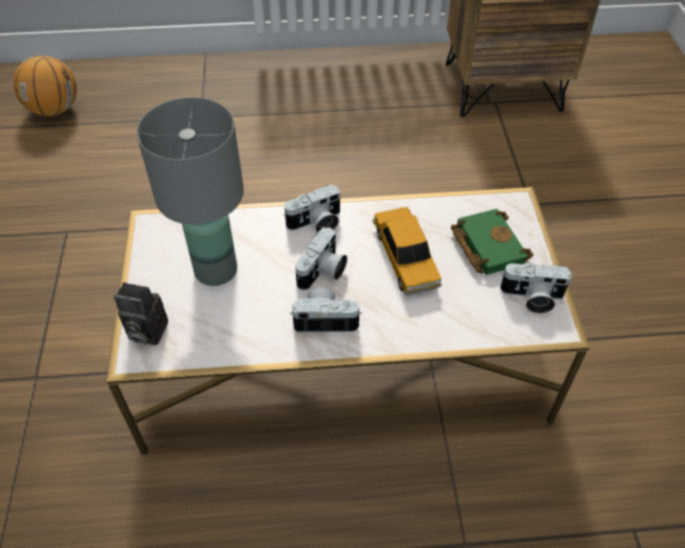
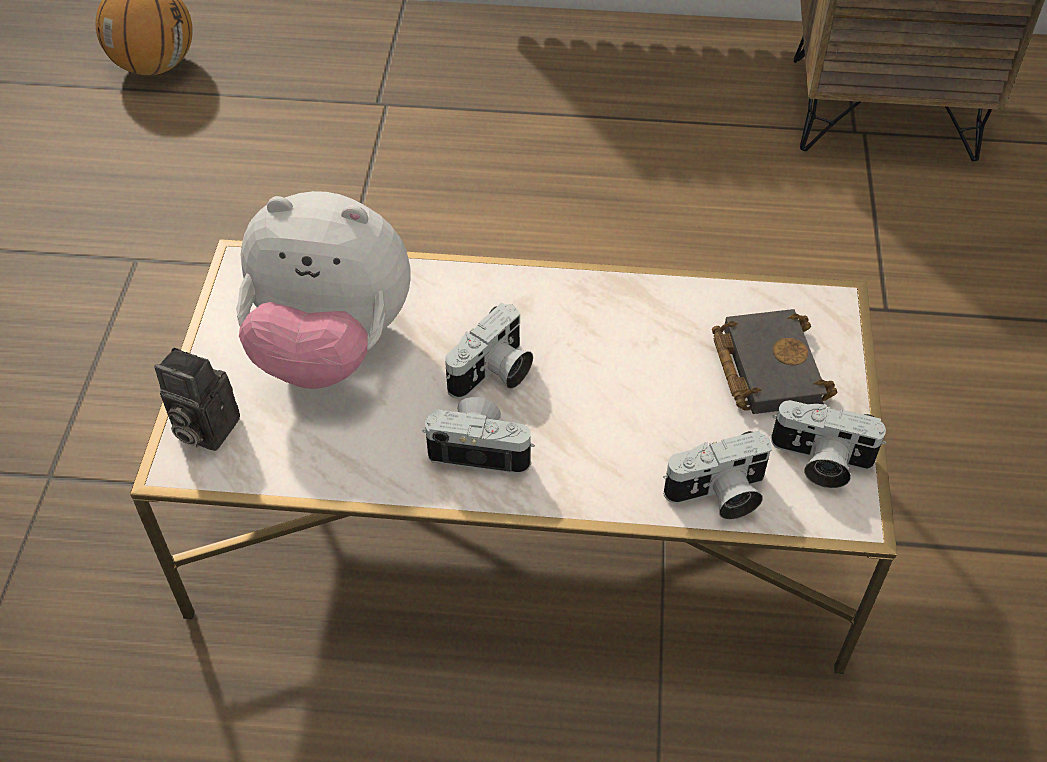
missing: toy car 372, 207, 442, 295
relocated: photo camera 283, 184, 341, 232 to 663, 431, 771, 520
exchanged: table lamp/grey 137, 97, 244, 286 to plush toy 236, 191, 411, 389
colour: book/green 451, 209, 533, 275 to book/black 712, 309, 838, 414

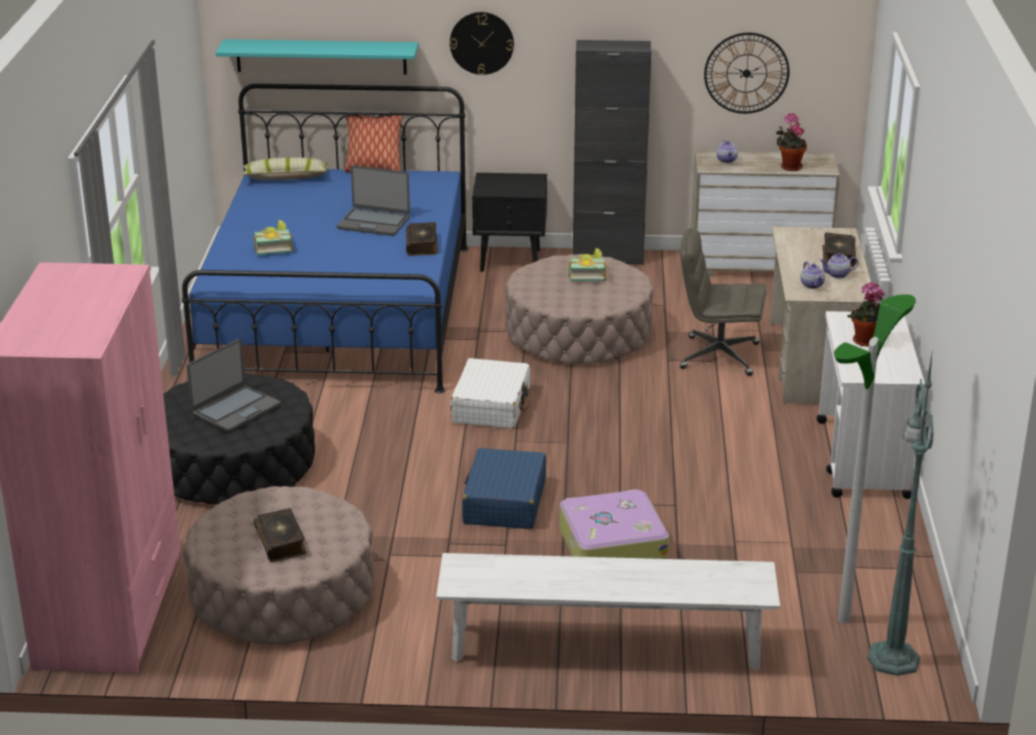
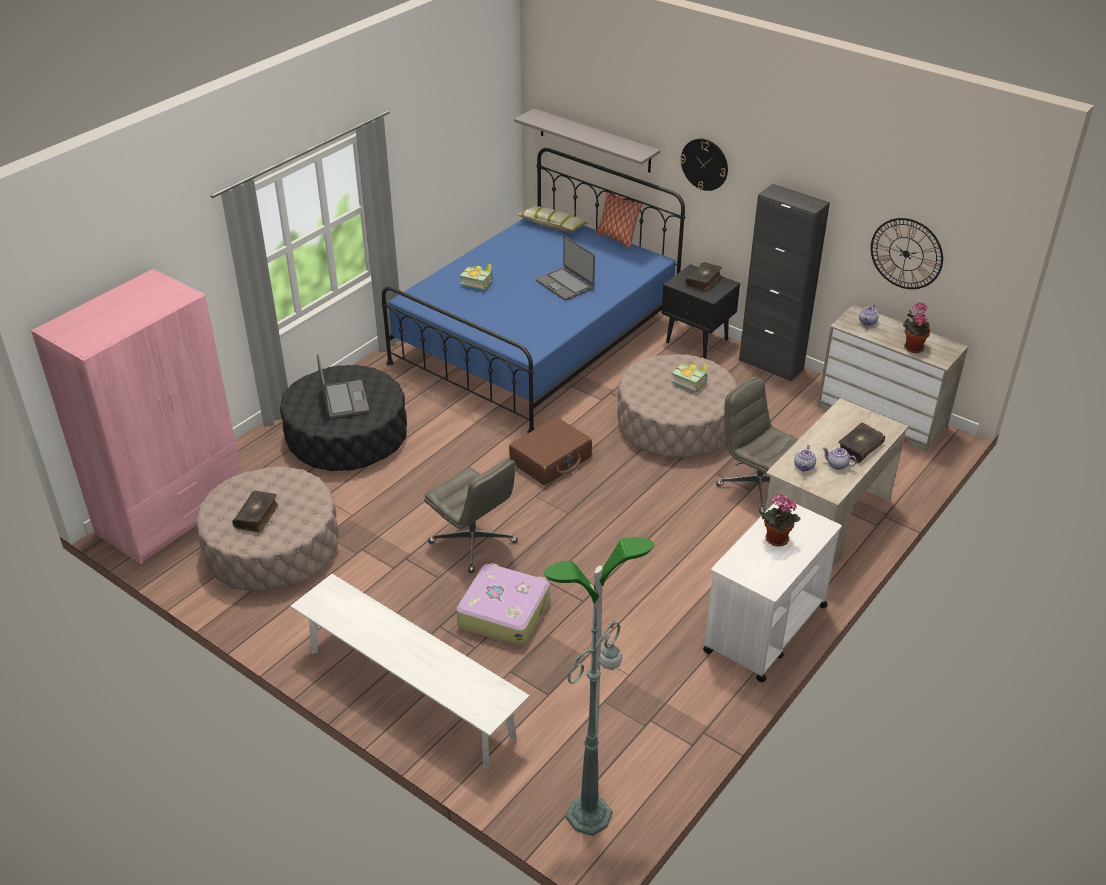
relocated: book 406, 222, 438, 256 to 685, 262, 722, 292
exchanged: suitcase/blue 462, 448, 546, 529 to office chair/grey 424, 458, 518, 573
colour: shelf/turquoise 215, 39, 418, 75 to shelf/grey 514, 109, 660, 173; suitcase/white 451, 358, 530, 429 to suitcase/brown 509, 417, 592, 485
spun: laptop 187, 339, 281, 432 = 317, 354, 369, 418 90 degrees counterclockwise

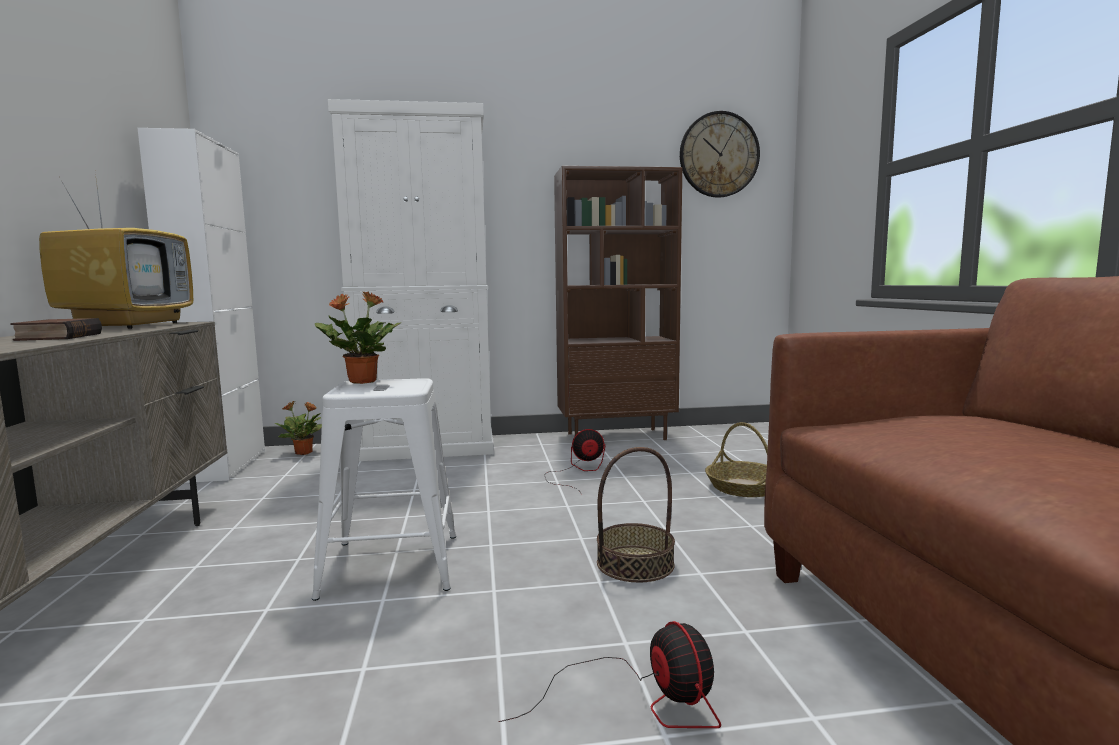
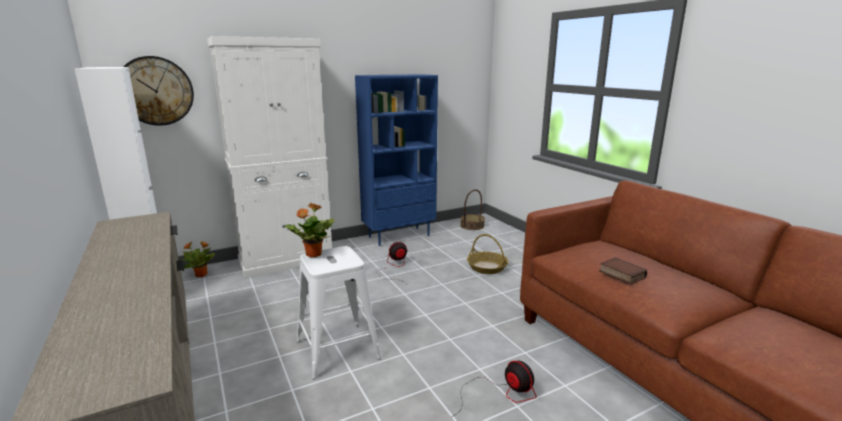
missing: television 39, 173, 193, 329
relocated: wall clock 680, 111, 760, 198 to 123, 56, 194, 126; book 10, 318, 102, 341 to 599, 258, 647, 285; basket 597, 447, 675, 583 to 460, 189, 485, 230
colour: bookcase/brown 554, 166, 683, 440 to bookcase/blue 355, 74, 438, 246

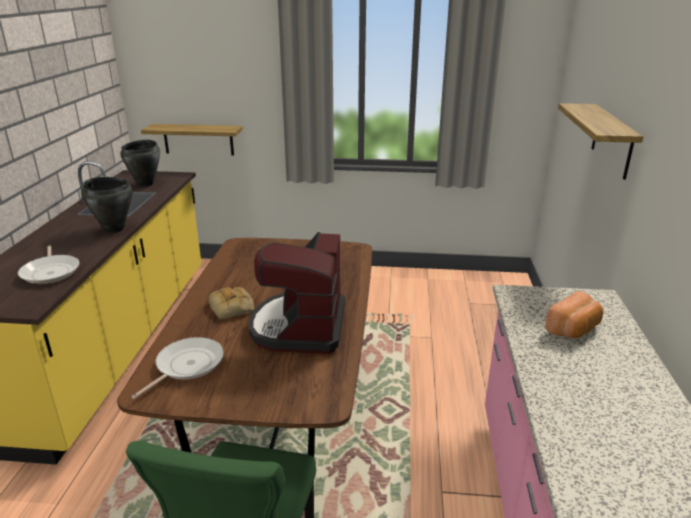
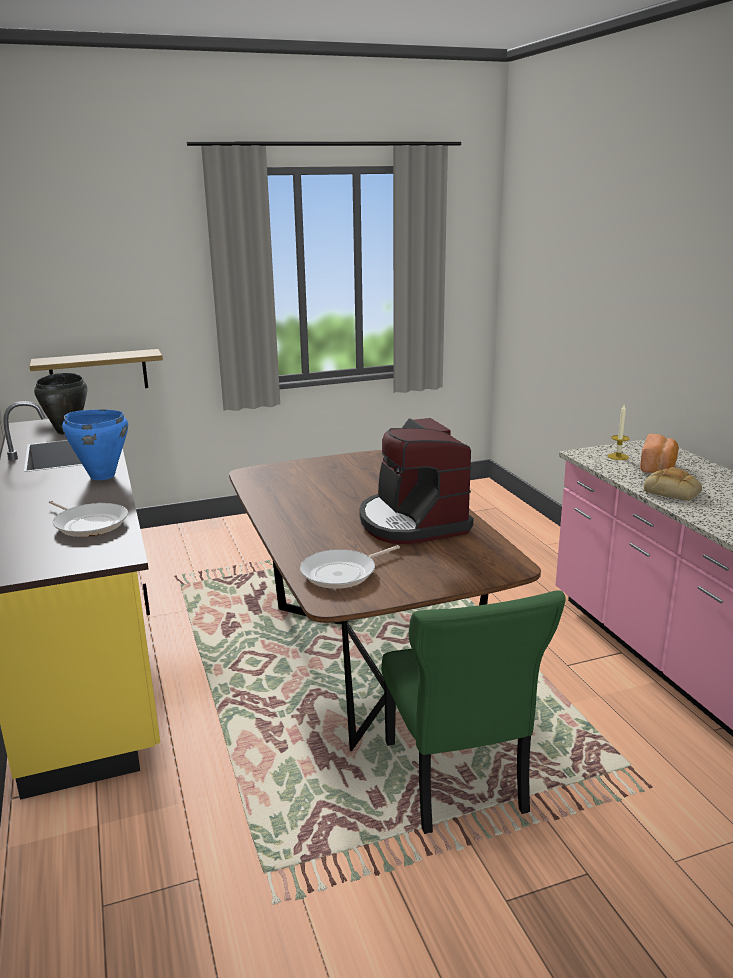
missing: shelf 558, 103, 643, 180
appeared: candle 608, 405, 630, 460
relocated: bread 209, 287, 254, 319 to 644, 467, 702, 501
colour: cooking pot/black 81, 177, 132, 233 to cooking pot/blue 62, 410, 128, 480
spun: frying pan 131, 337, 224, 399 = 300, 545, 400, 589 135 degrees counterclockwise

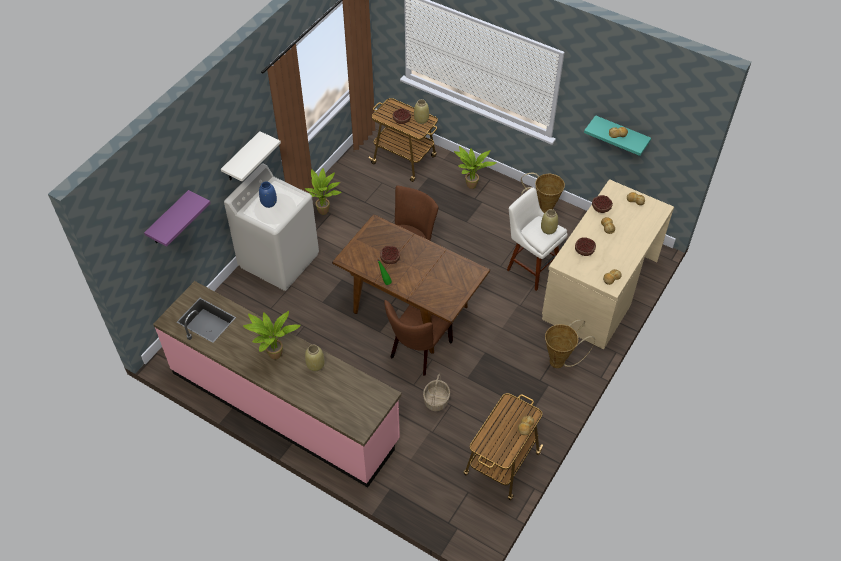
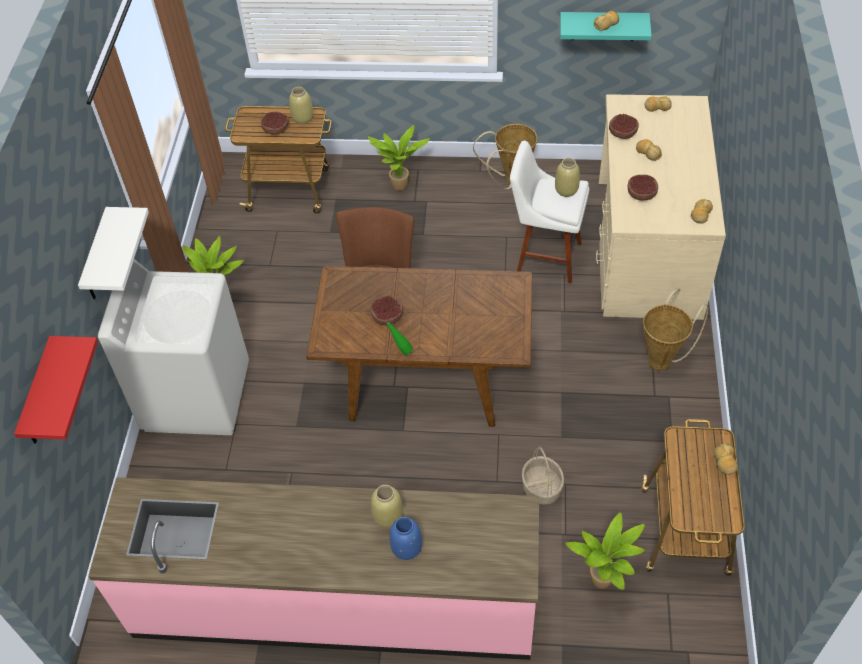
missing: chair/brown 384, 300, 453, 376
relocated: vase/blue 259, 181, 277, 208 to 390, 517, 422, 560; potted plant 243, 311, 301, 360 to 565, 512, 645, 590
colour: shelf/purple 144, 190, 211, 247 to shelf/red 14, 336, 98, 444

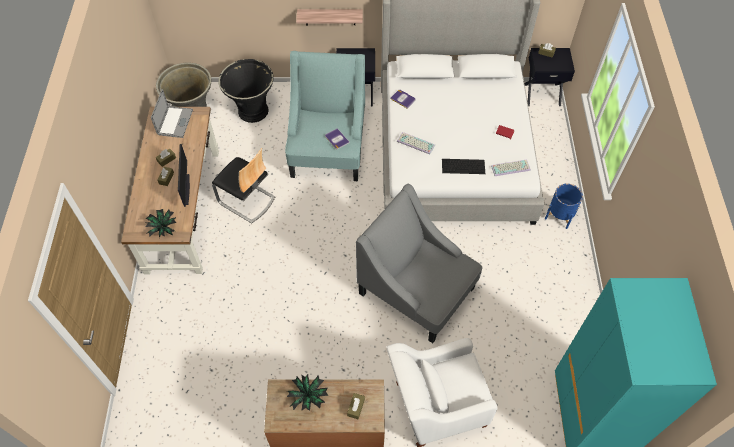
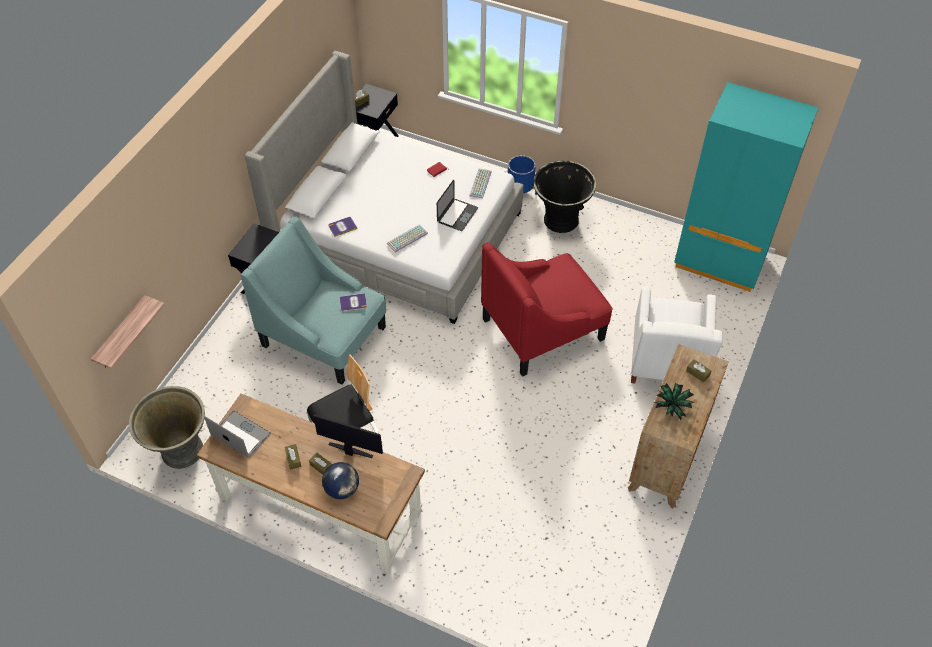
missing: potted plant 145, 209, 176, 238
appeared: globe 322, 462, 359, 499
relocated: shelf 296, 9, 363, 25 to 91, 295, 165, 369; planter/black 219, 59, 274, 123 to 534, 160, 596, 233
exchanged: keyboard 442, 159, 485, 174 to laptop 437, 180, 478, 231
colour: armchair/grey 356, 183, 482, 343 to armchair/red 481, 242, 613, 377

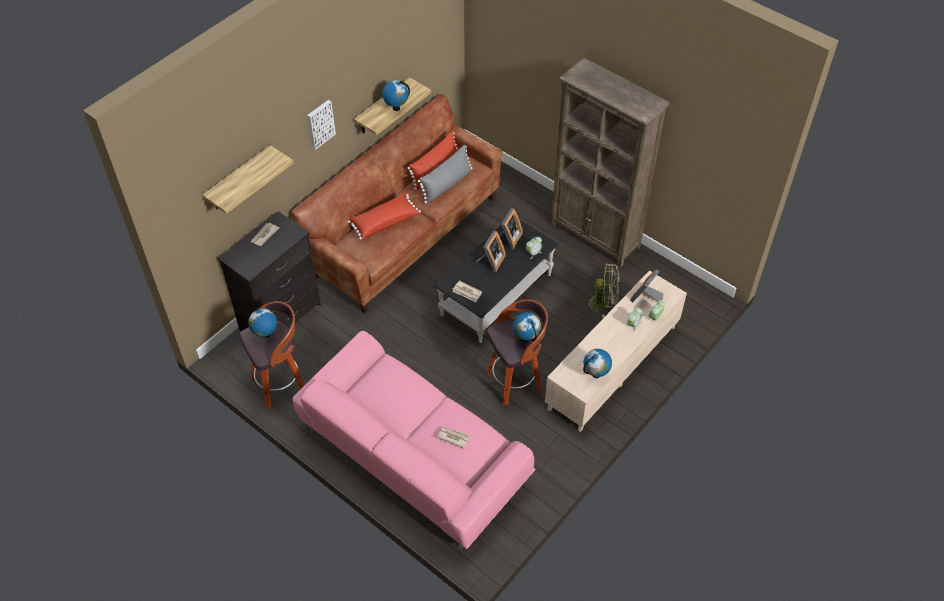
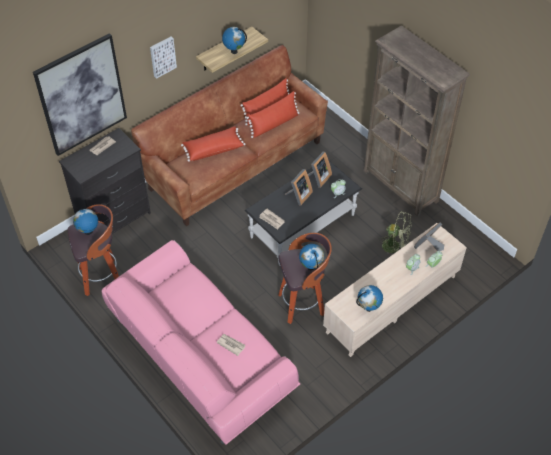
exchanged: shelf 202, 145, 294, 214 to picture 33, 33, 127, 156
colour: pillow/grey 418, 145, 473, 204 to pillow/red 247, 91, 299, 138

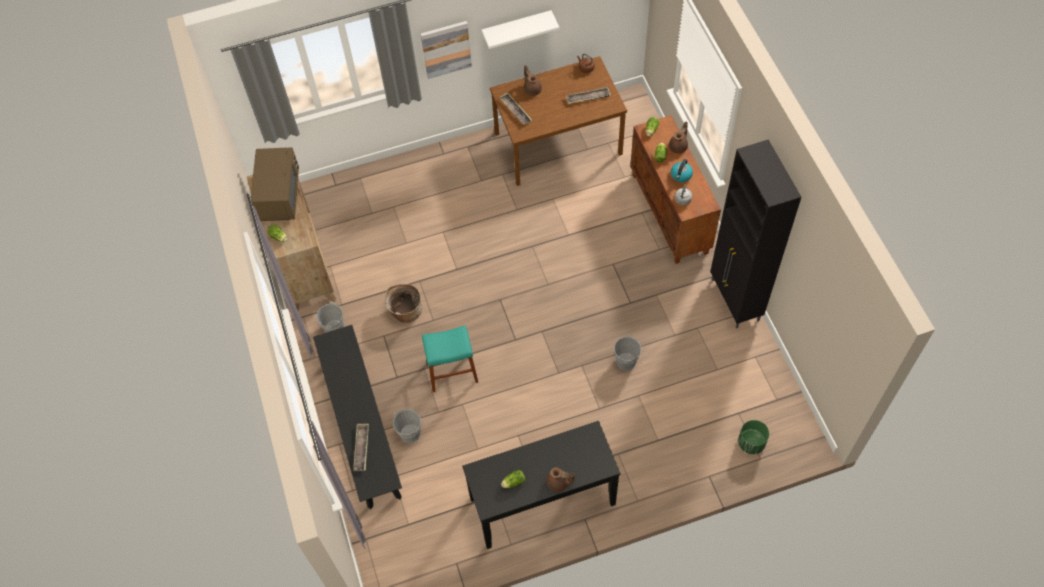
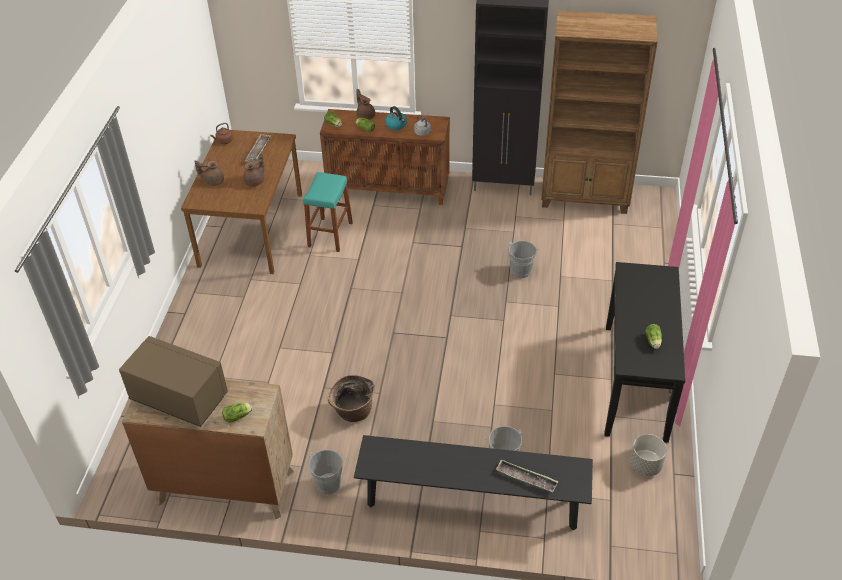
missing: shelf/white 481, 10, 560, 49; picture 421, 21, 472, 79; tray 499, 92, 532, 125; planter/green 738, 420, 769, 454
appeared: bookcase/brown 541, 11, 658, 214; planter/grey 630, 434, 667, 476
relocated: stool/turquoise 422, 325, 478, 392 to 303, 172, 353, 252; teapot/brown 547, 467, 575, 492 to 243, 153, 265, 187

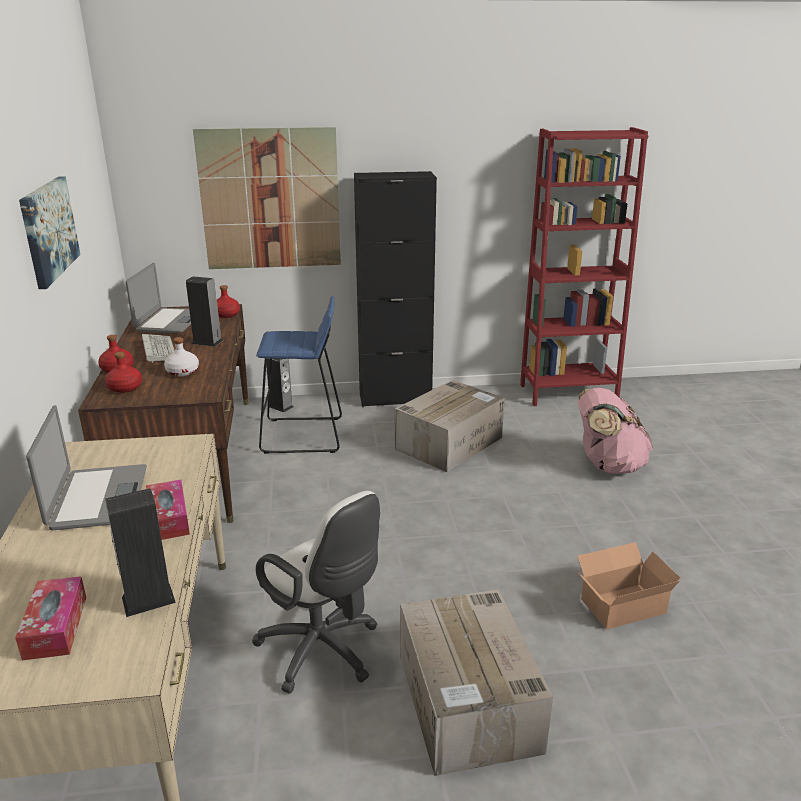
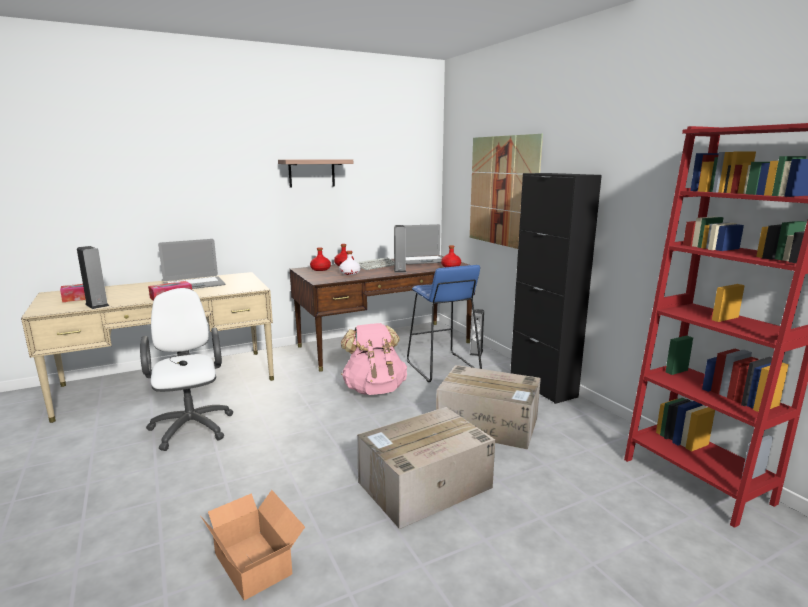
relocated: backpack/pink 578, 388, 653, 474 to 341, 323, 407, 395; cardboard box 400, 590, 553, 776 to 357, 407, 495, 529
exchanged: picture 19, 176, 81, 289 to shelf 278, 159, 353, 188
spun: office chair/white 252, 491, 380, 694 = 140, 288, 233, 451 135 degrees clockwise

